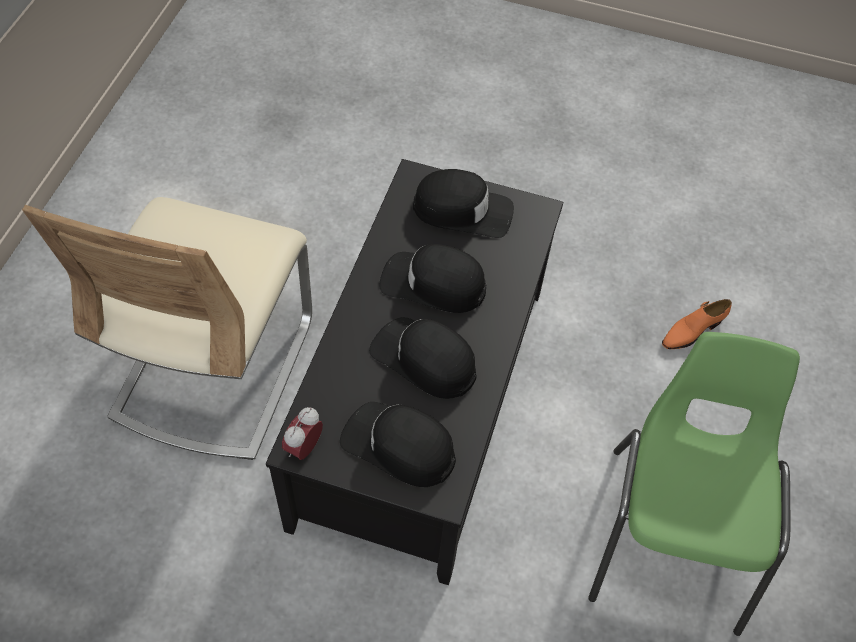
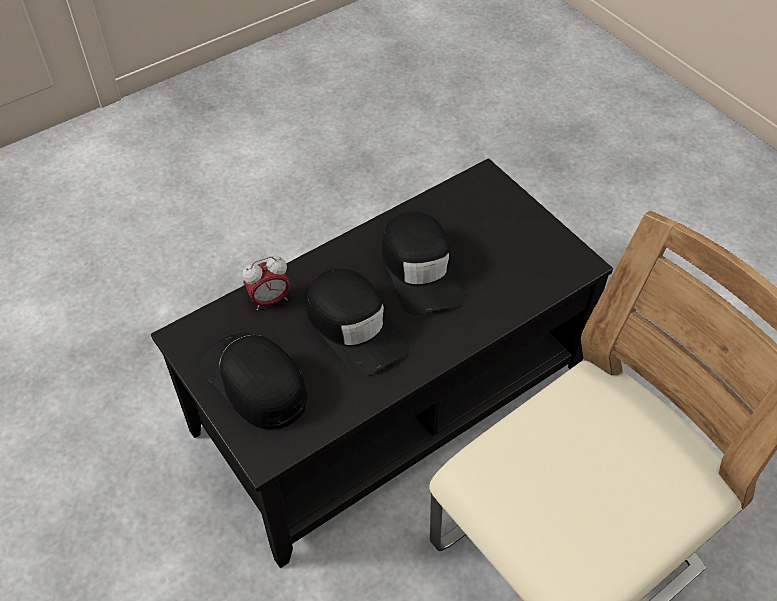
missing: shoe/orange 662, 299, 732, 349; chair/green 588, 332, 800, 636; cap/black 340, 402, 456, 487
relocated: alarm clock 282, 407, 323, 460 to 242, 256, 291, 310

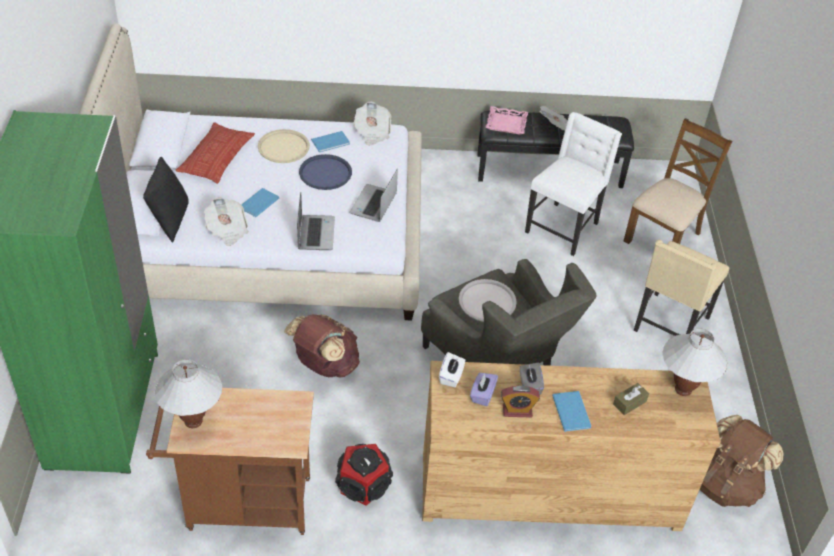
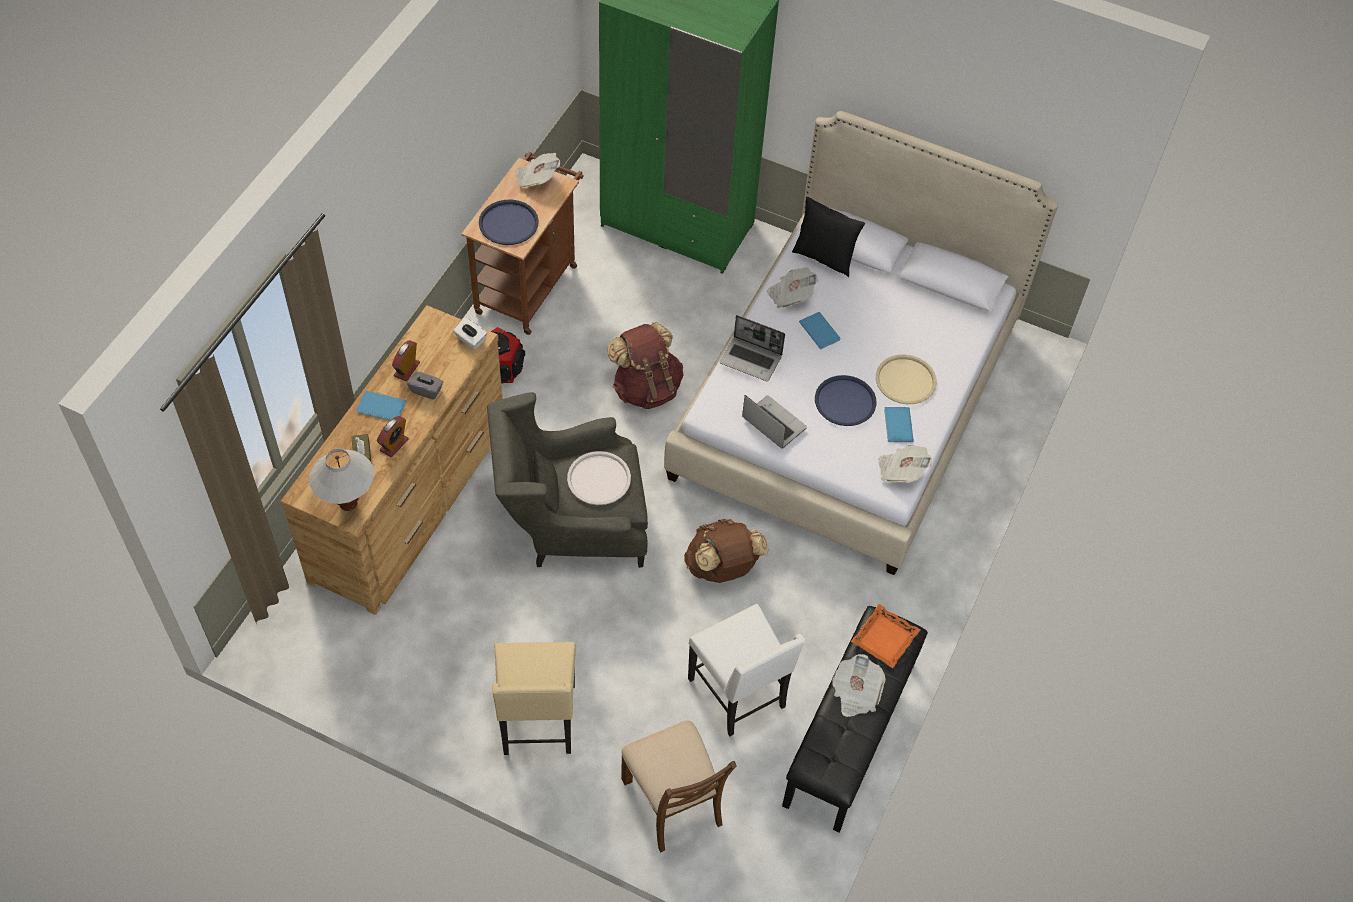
missing: pillow 176, 122, 255, 184; tissue box/purple 470, 373, 498, 406
appeared: tray/blue 479, 199, 539, 245; alarm clock 377, 416, 408, 457
relocated: backpack/brown 700, 415, 784, 507 to 684, 519, 768, 583
exchanged: table lamp/white 155, 359, 222, 428 to newspaper 515, 153, 560, 188
colour: tray/pink 485, 106, 528, 134 to tray/orange 851, 604, 920, 668
spun: chair/beige 634, 240, 730, 336 = 492, 642, 576, 755 150 degrees counterclockwise

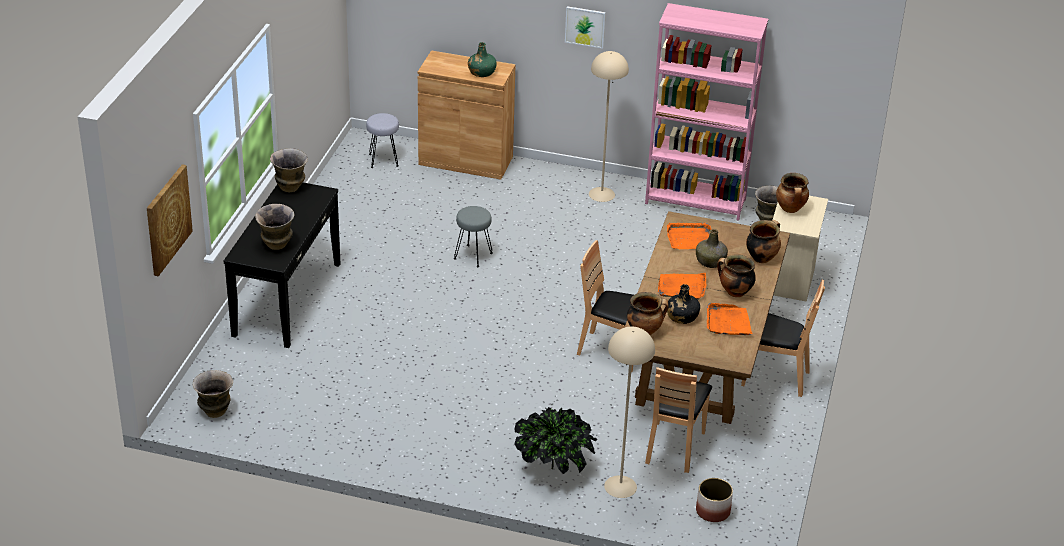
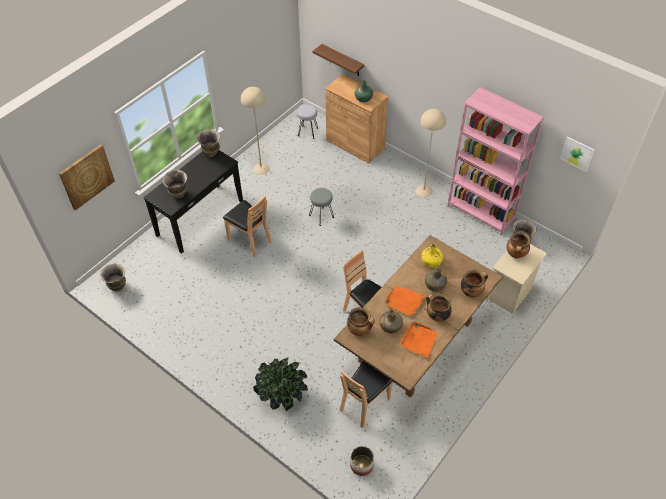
appeared: shelf/brown 313, 44, 364, 76
relocated: picture 565, 6, 606, 49 to 560, 137, 595, 171; chair/brown 741, 279, 825, 397 to 223, 196, 272, 257; floor lamp/beige 604, 327, 655, 498 to 241, 87, 270, 175
exchanged: tray/orange 667, 223, 711, 249 to bottle/yellow 421, 244, 443, 268
colour: bottle/black 667, 284, 700, 324 to bottle/green 379, 310, 403, 333

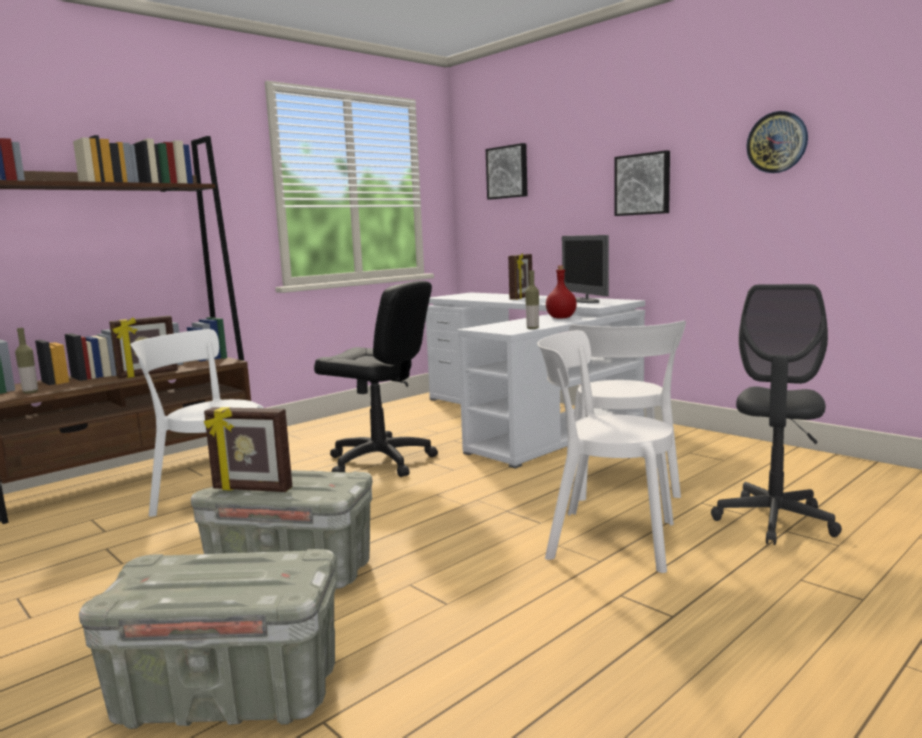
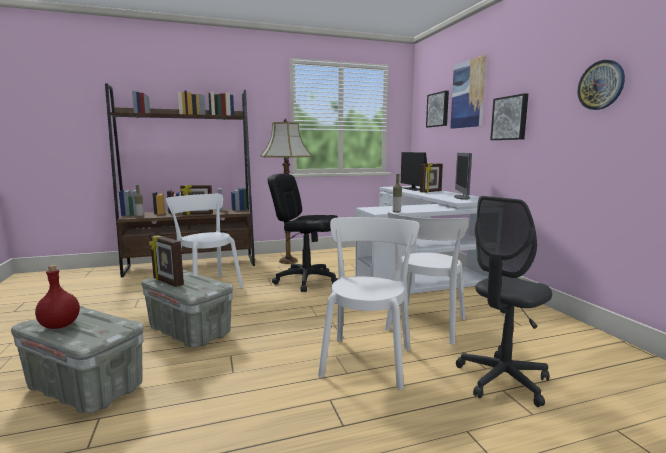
appeared: picture 450, 55, 487, 129; floor lamp 260, 118, 312, 264; monitor 401, 152, 427, 191
relocated: bottle/red 546, 265, 577, 319 to 35, 265, 80, 329
spun: office chair/black 314, 281, 438, 477 = 268, 174, 338, 292 150 degrees clockwise; chair/white 537, 330, 674, 573 = 318, 217, 419, 390 60 degrees clockwise

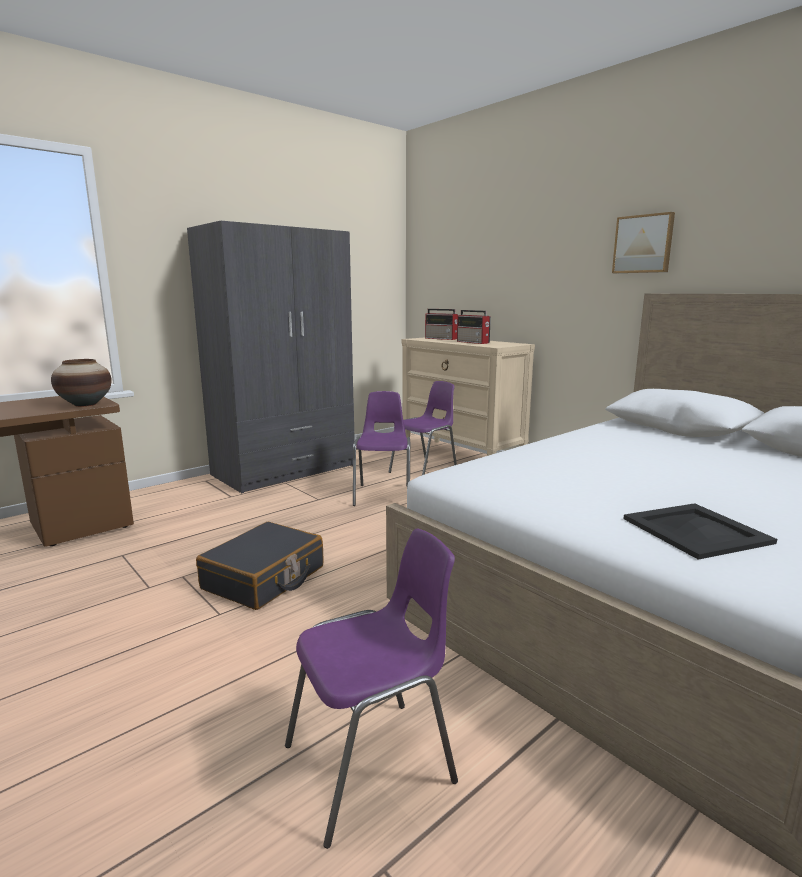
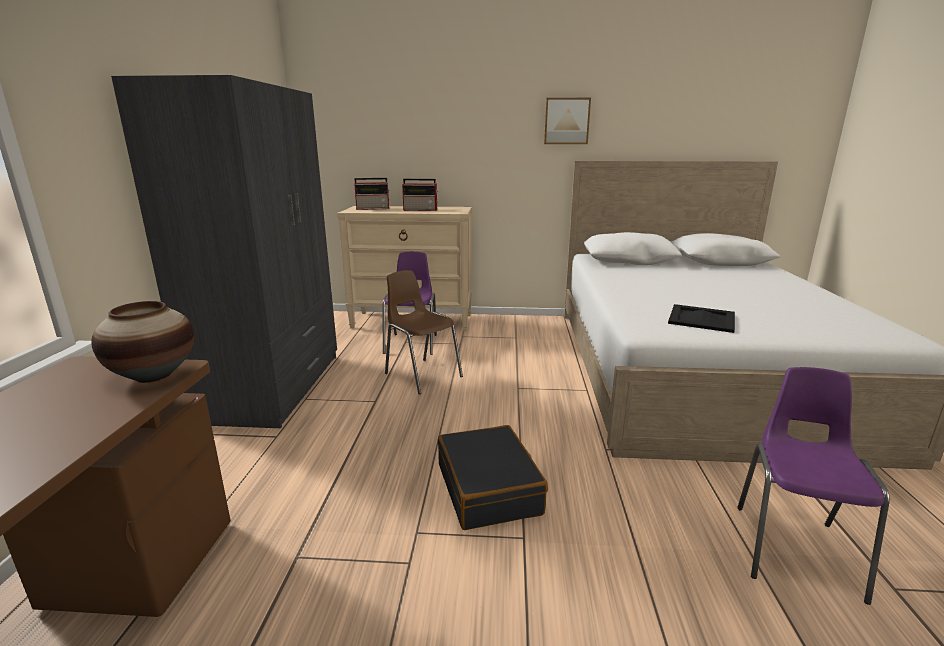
relocated: tray/black 623, 503, 777, 560 to 668, 304, 735, 333
colour: chair/purple 353, 391, 411, 506 to chair/brown 385, 270, 463, 394

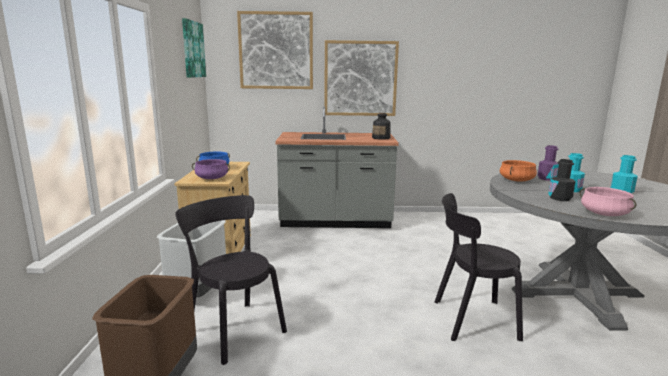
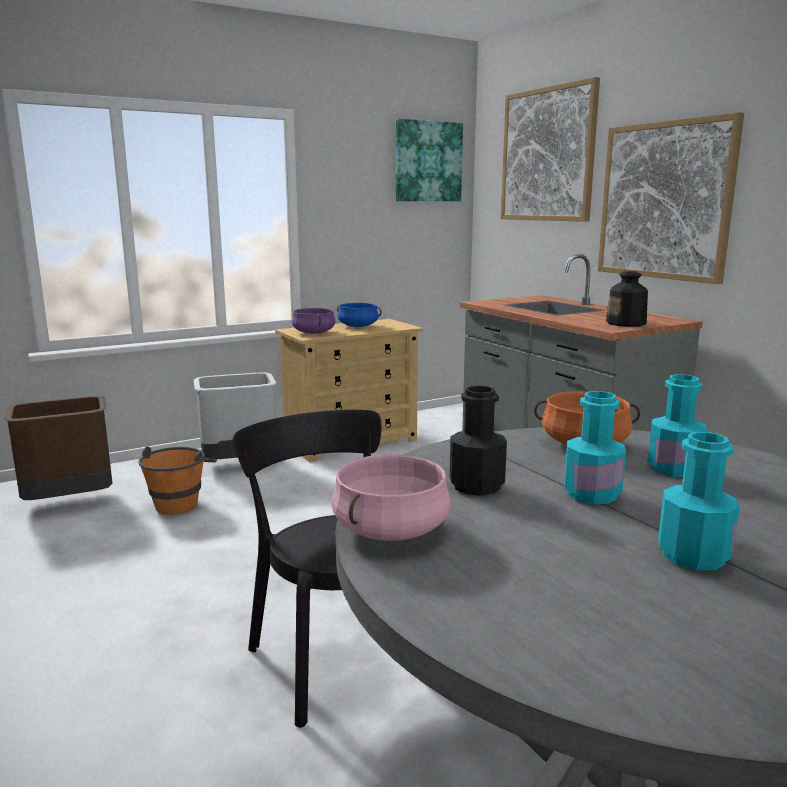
exchanged: chair/black 175, 195, 287, 365 to bucket/orange 138, 447, 217, 515
colour: bottle/purple 537, 145, 559, 181 to bottle/turquoise 647, 374, 707, 477

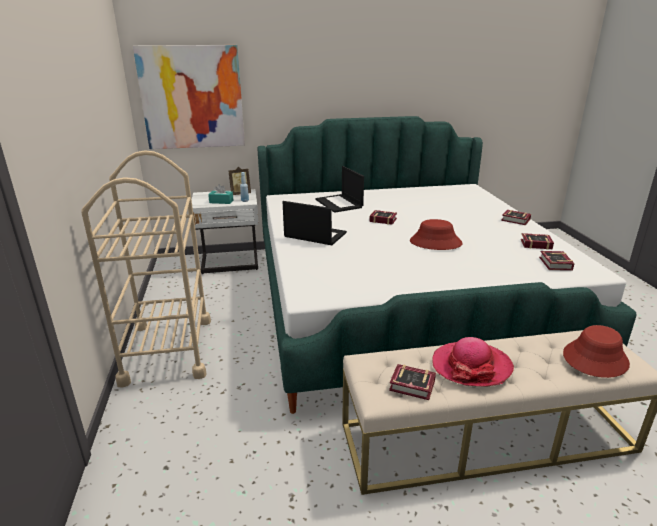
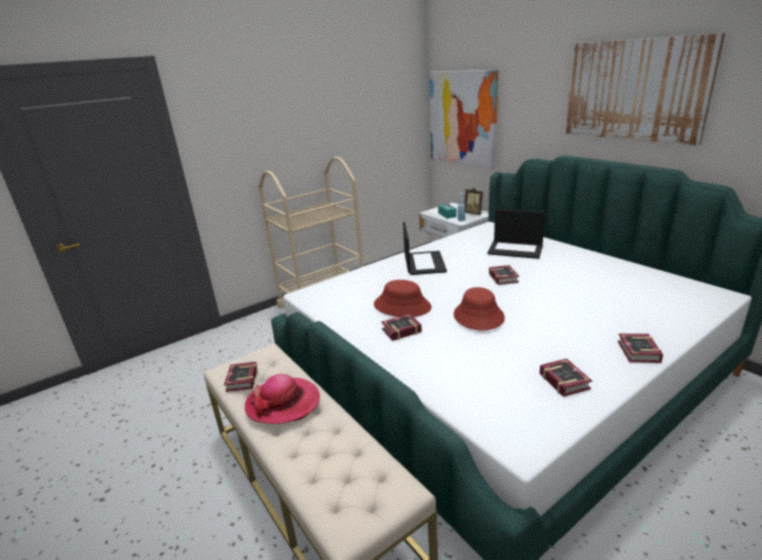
appeared: picture 566, 33, 725, 146
relocated: book 539, 251, 574, 271 to 381, 314, 422, 341; hat/red 563, 325, 630, 378 to 374, 280, 432, 317
spun: laptop 315, 166, 364, 213 = 487, 209, 545, 259 105 degrees counterclockwise

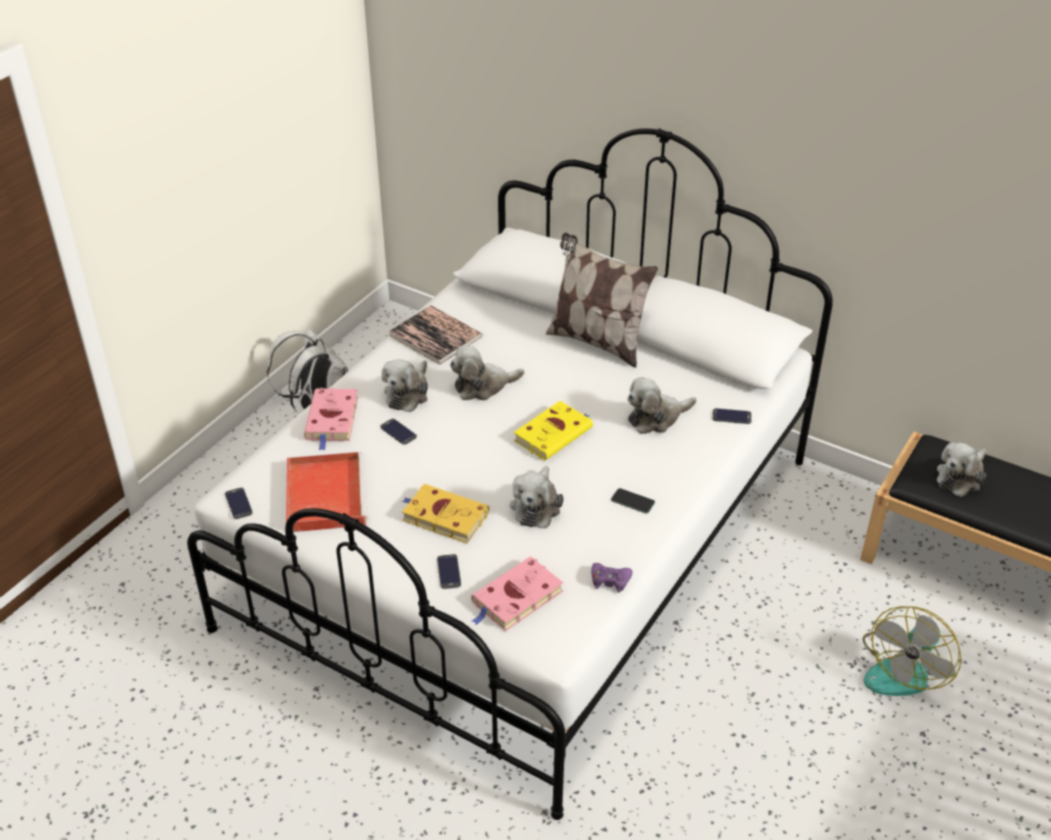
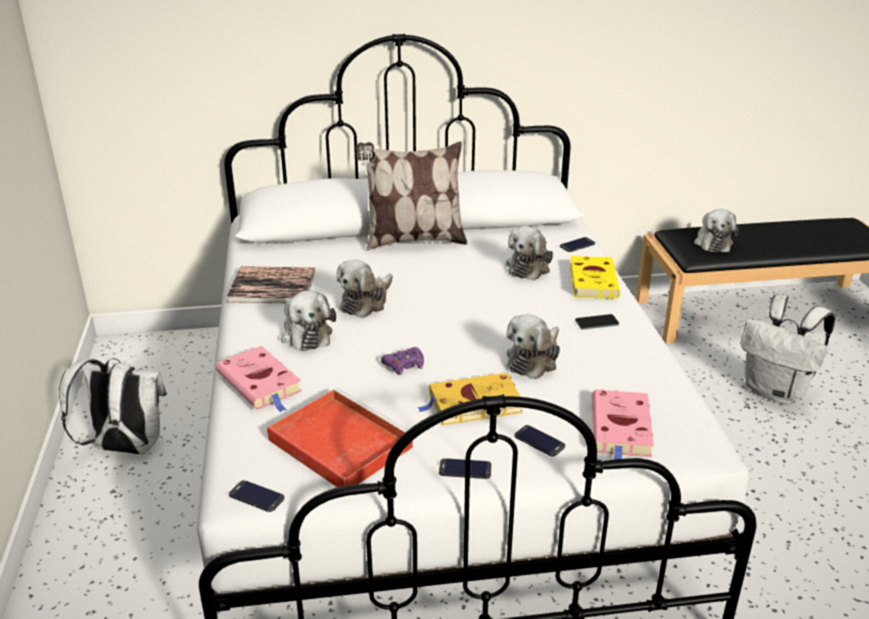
relocated: book/yellow 514, 401, 593, 461 to 570, 256, 620, 299; phone 380, 419, 417, 445 to 439, 458, 492, 479; game controller/purple 591, 563, 633, 593 to 381, 347, 424, 375
exchanged: fan 863, 606, 961, 696 to backpack/white 740, 294, 835, 405
spun: plush toy 510, 466, 564, 528 = 507, 314, 560, 379 60 degrees clockwise

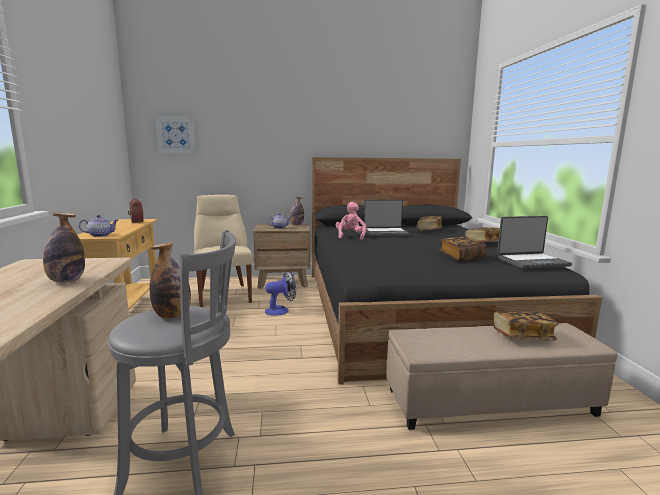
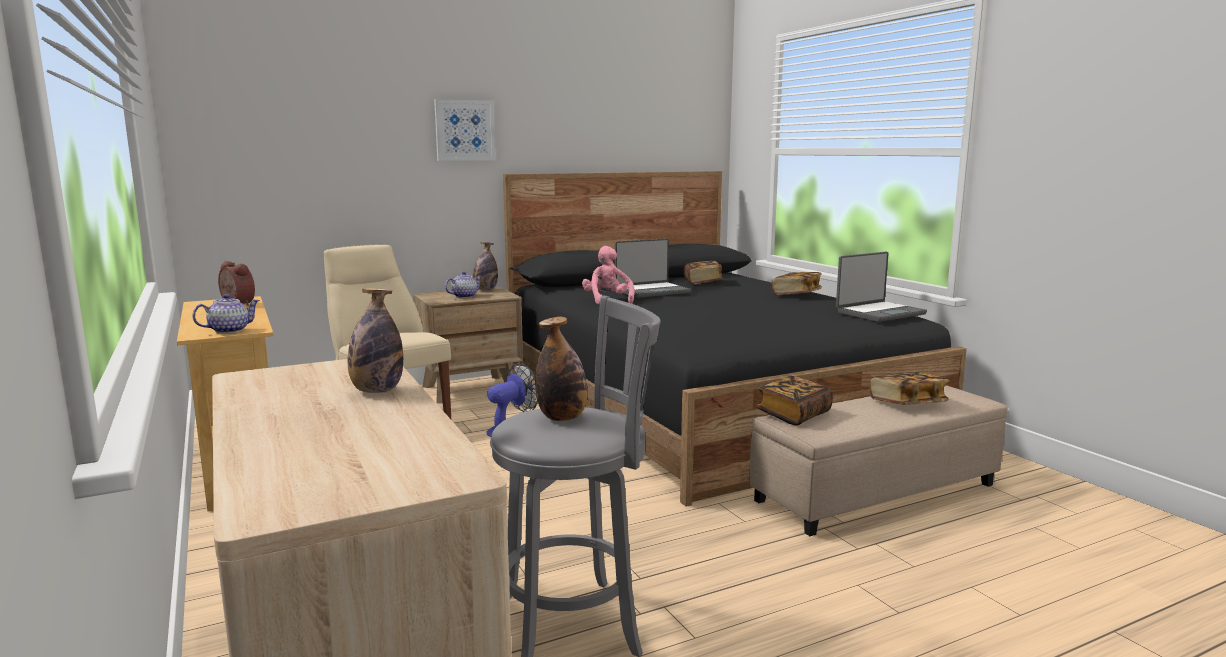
relocated: picture 155, 116, 196, 154 to 434, 99, 495, 161; book 439, 236, 487, 262 to 756, 376, 833, 426

